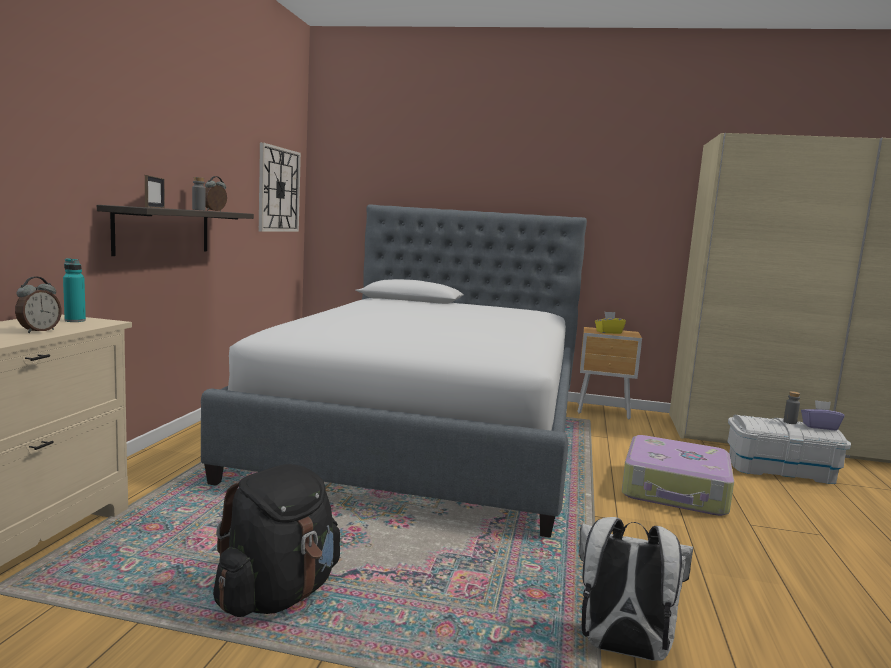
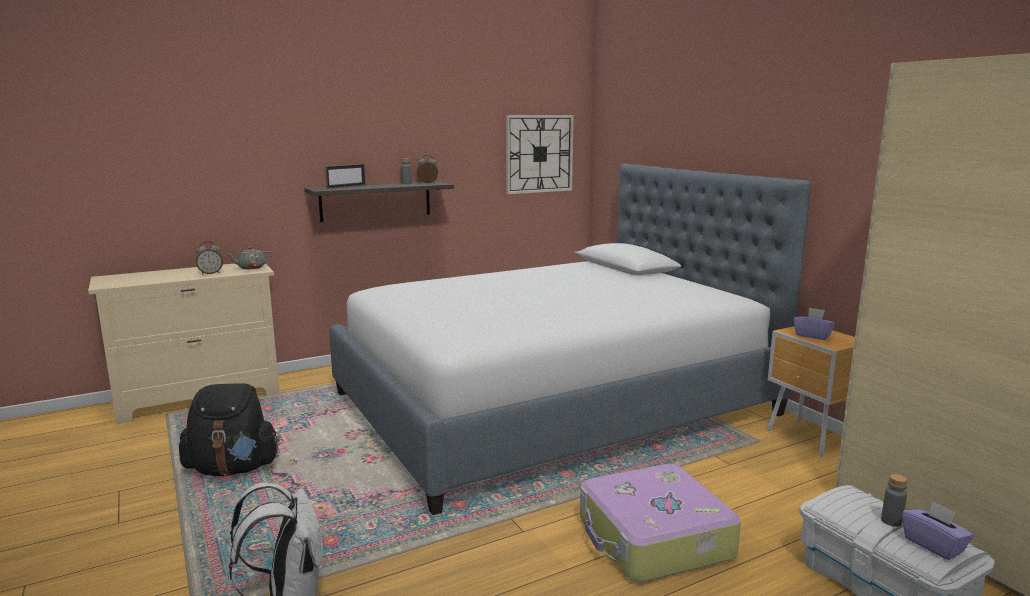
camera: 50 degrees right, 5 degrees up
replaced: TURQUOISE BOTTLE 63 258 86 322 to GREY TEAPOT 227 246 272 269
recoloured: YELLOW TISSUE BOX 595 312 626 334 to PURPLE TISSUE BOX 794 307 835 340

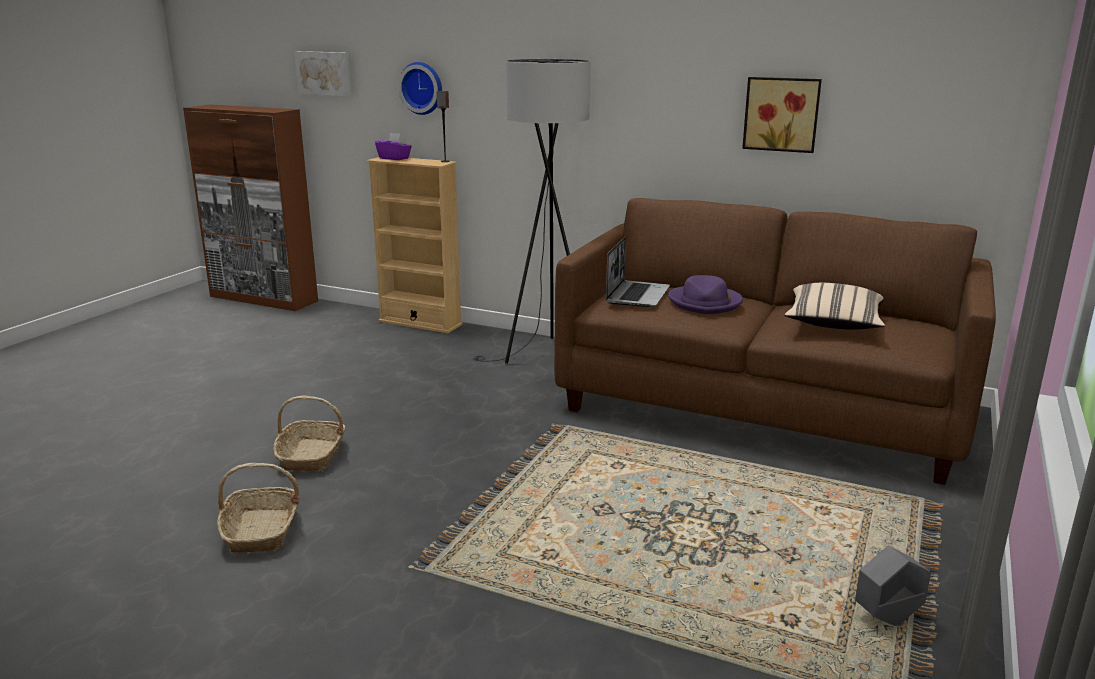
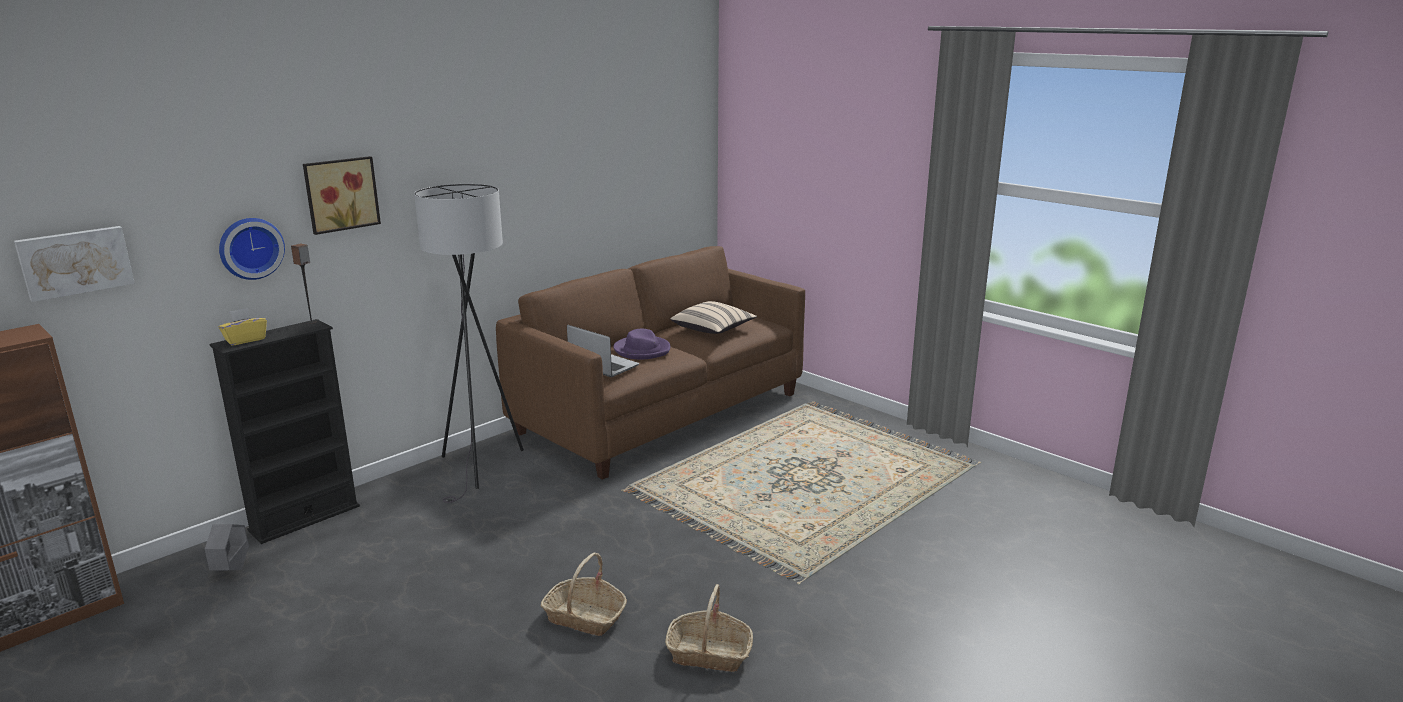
camera: 70 degrees left, 0 degrees up
moved: GREY PLANTER 855 545 931 626 to 205 524 249 571; PICTURE 742 77 822 153 to 303 156 381 235
recoloured: BEIGE BOOKCASE 367 157 463 333 to BLACK BOOKCASE 209 319 360 544; PURPLE TISSUE BOX 375 133 412 160 to YELLOW TISSUE BOX 218 308 267 346

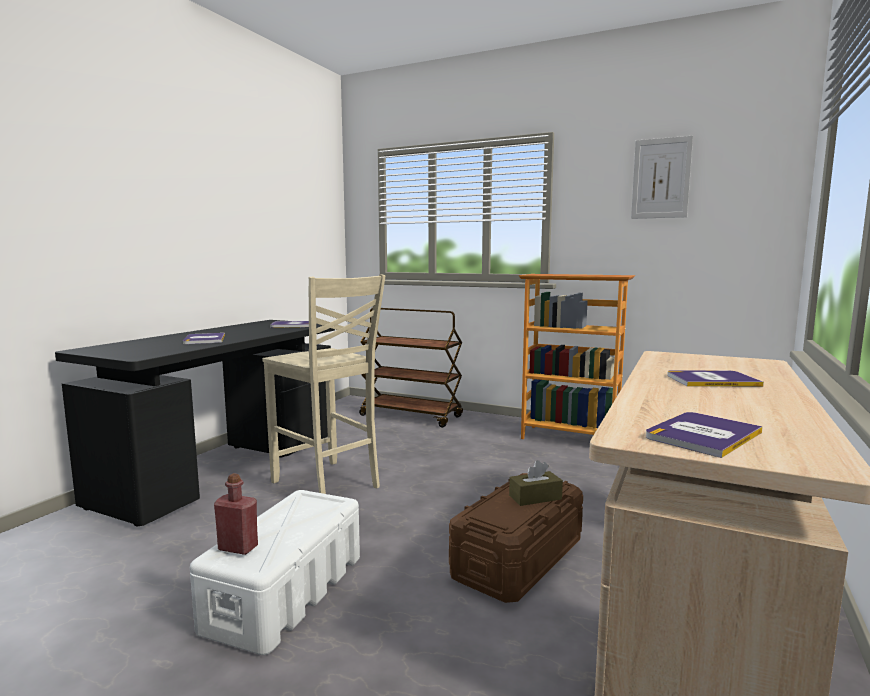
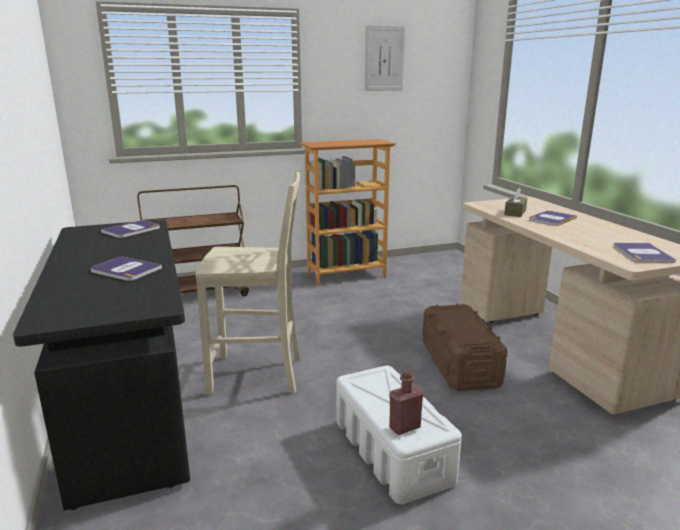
camera: 45 degrees left, 10 degrees up
moved: BROWN TISSUE BOX 509 460 563 506 to 504 187 527 217

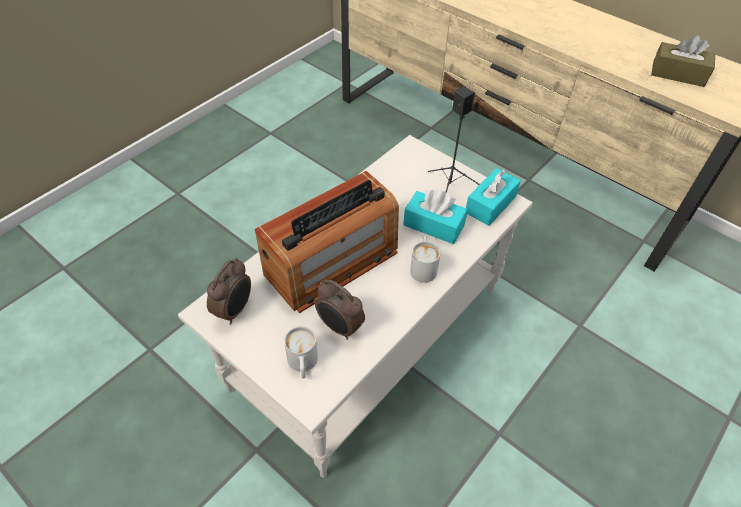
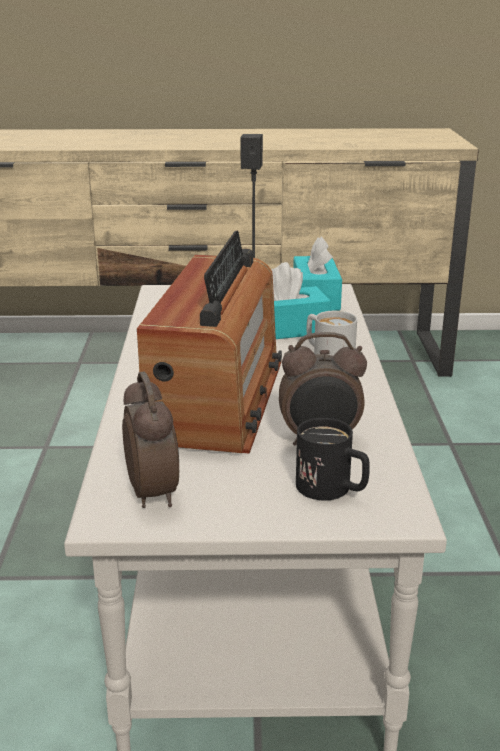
camera: 40 degrees left, 25 degrees down
removed: BROWN TISSUE BOX 651 35 715 87
recoloured: WHITE MUG 284 326 318 378 to BLACK MUG 296 418 370 501

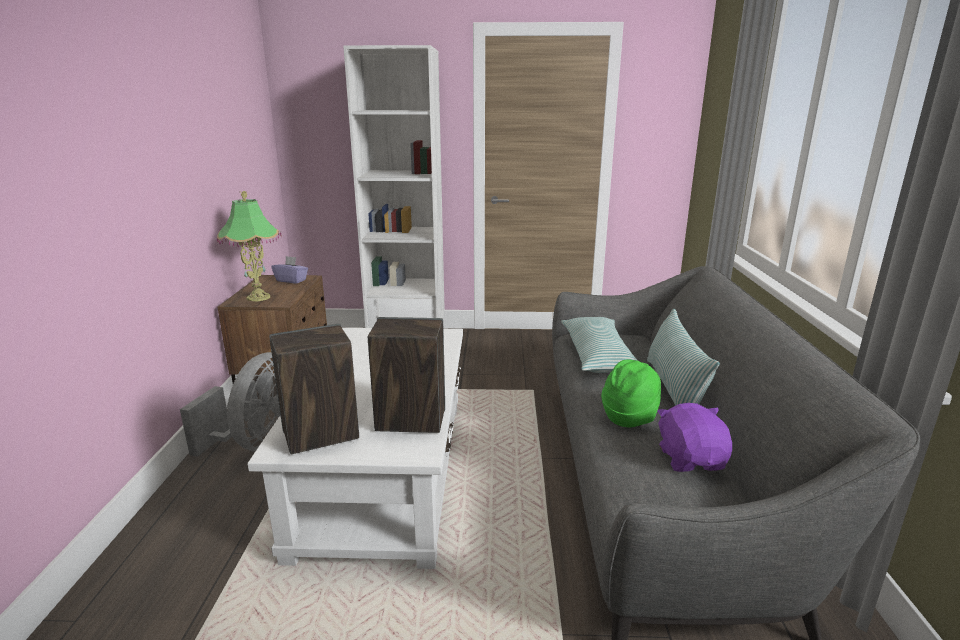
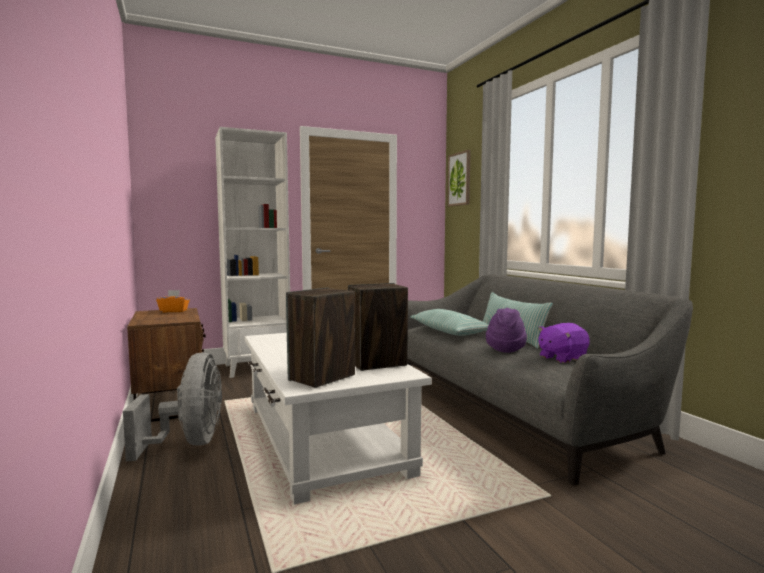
camera: 25 degrees left, 15 degrees down
removed: TABLE LAMP 217 191 282 301
added: PICTURE 447 150 471 206
recoloured: PURPLE TISSUE BOX 271 256 308 284 to ORANGE TISSUE BOX 156 290 190 312; GREEN HAT 601 359 661 427 to PURPLE HAT 486 308 527 353
turned: PURPLE PLUSH TOY 657 403 732 472 = 538 323 590 363 90 degrees counterclockwise

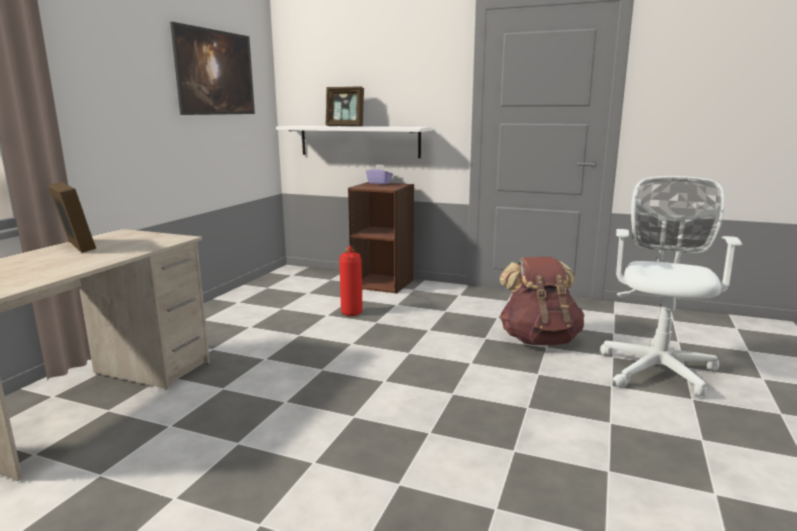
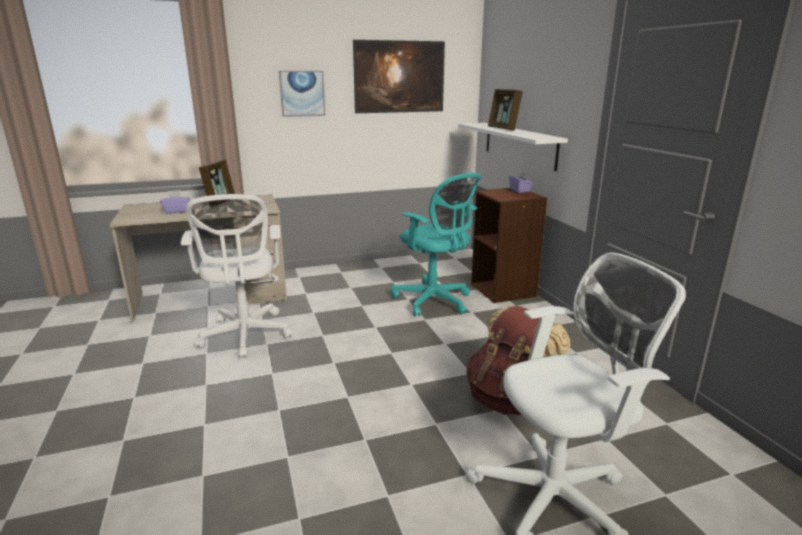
camera: 50 degrees right, 5 degrees up
added: PURPLE TISSUE BOX 160 190 190 214; WHITE OFFICE CHAIR 181 194 292 358; PICTURE 279 71 325 117
replaced: FIRE EXTINGUISHER 339 246 363 316 to TURQUOISE OFFICE CHAIR 391 173 481 316

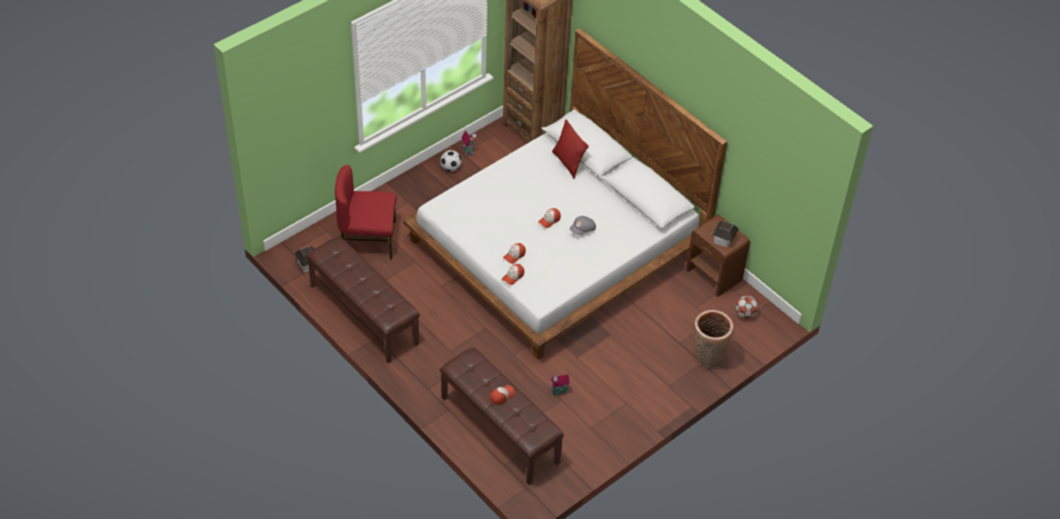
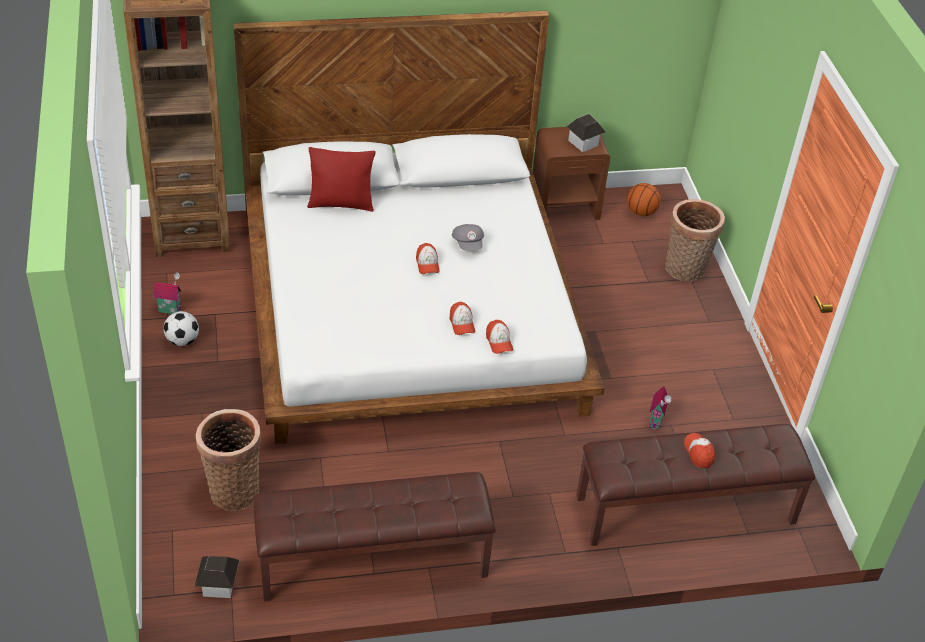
camera: 60 degrees left, 5 degrees down
replaced: RED CHAIR 335 165 397 260 to BASKET 196 409 262 511; FOOTBALL 735 296 758 319 to BASKETBALL 627 183 661 216

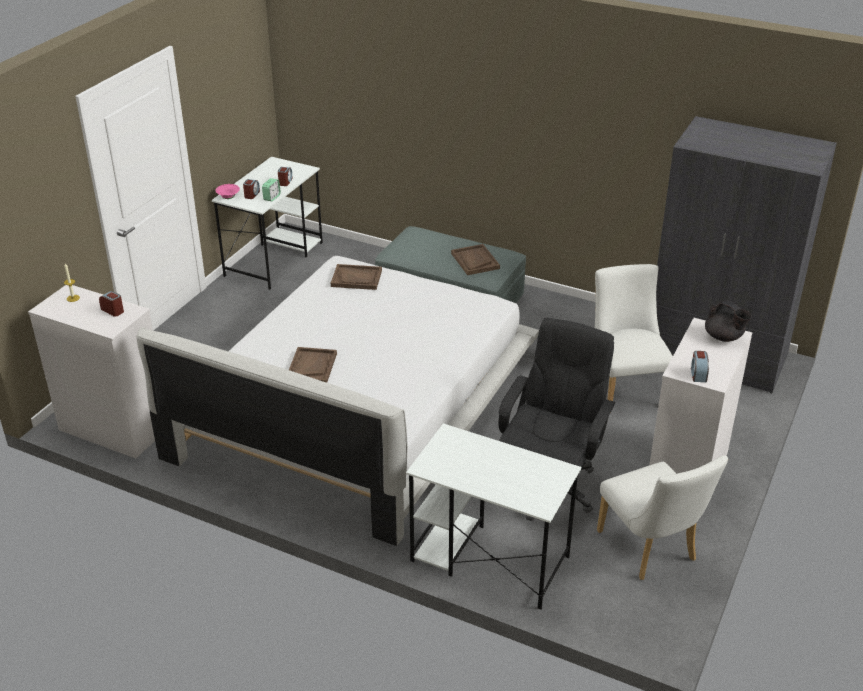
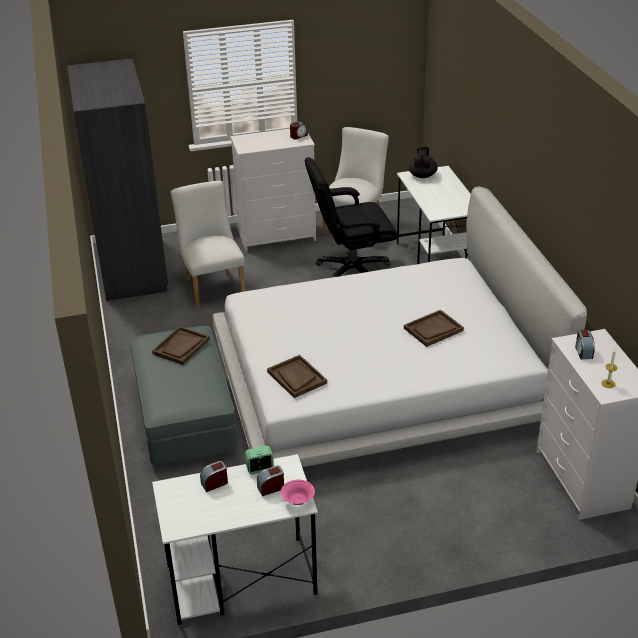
camera: 130 degrees left, 0 degrees up
moved: BLACK TEAPOT 705 300 752 342 to 409 147 438 178
turned: WHITE CHAIR 595 264 673 401 = 171 181 245 308 120 degrees clockwise

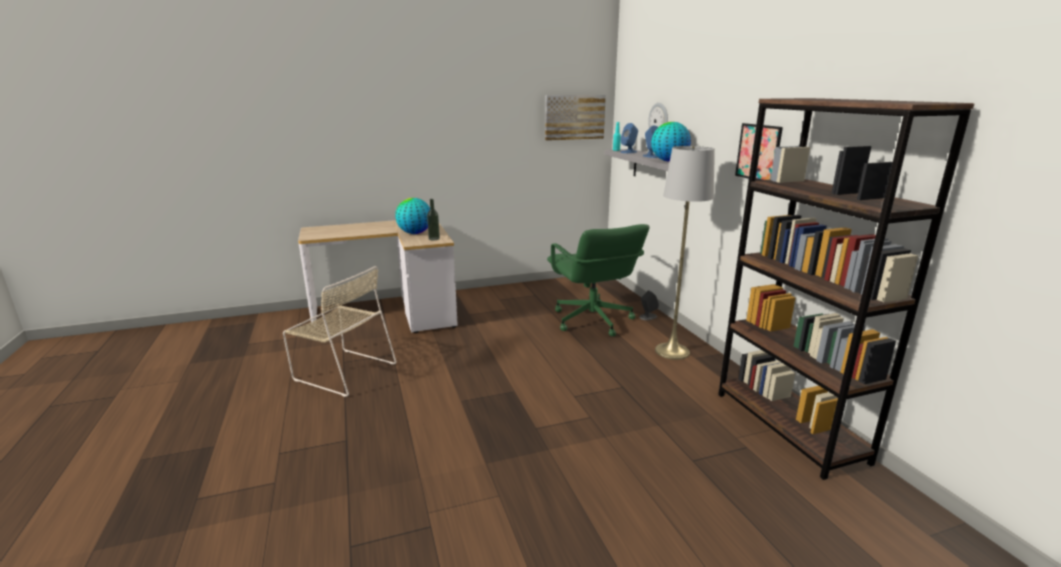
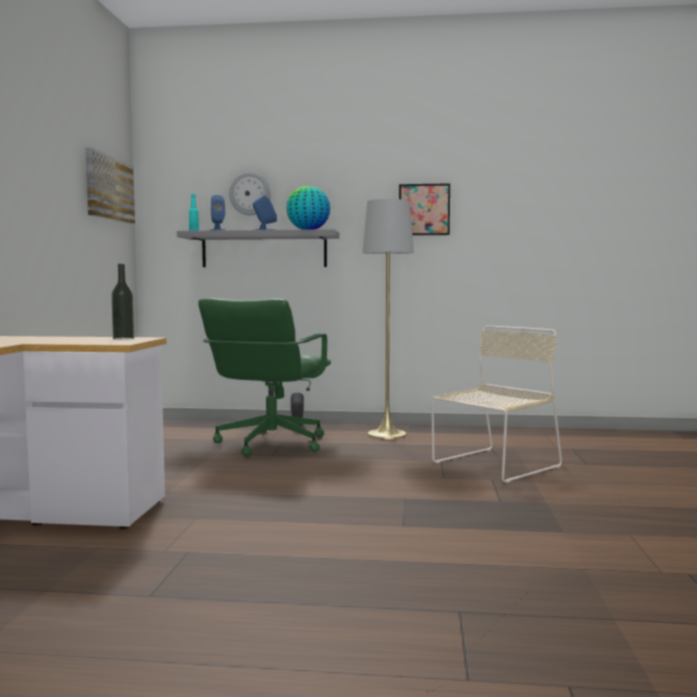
camera: 65 degrees left, 15 degrees down
removed: GLOBE 395 198 430 234; BROWN BOOKCASE 718 98 975 480
moved: BEIGE CHAIR 283 266 397 397 to 431 326 562 483
turned: GREEN OFFICE CHAIR 547 224 649 336 = 198 298 331 457 105 degrees clockwise

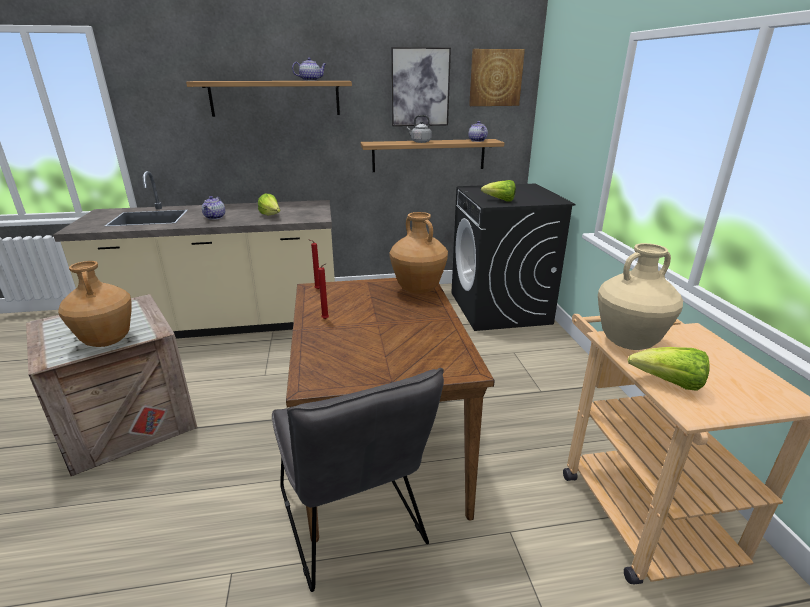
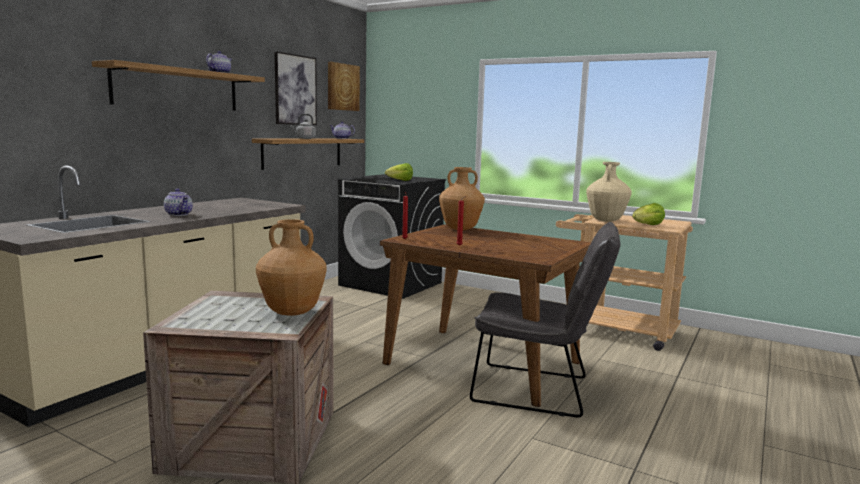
camera: 50 degrees left, 15 degrees down
removed: LETTUCE 258 194 281 215

